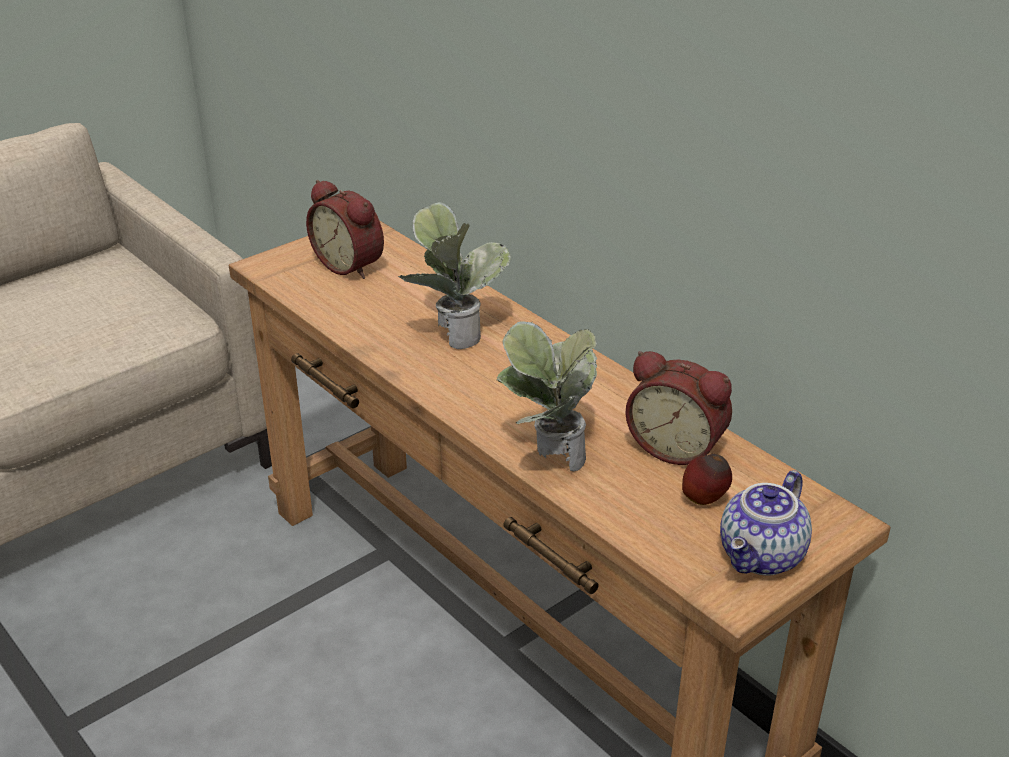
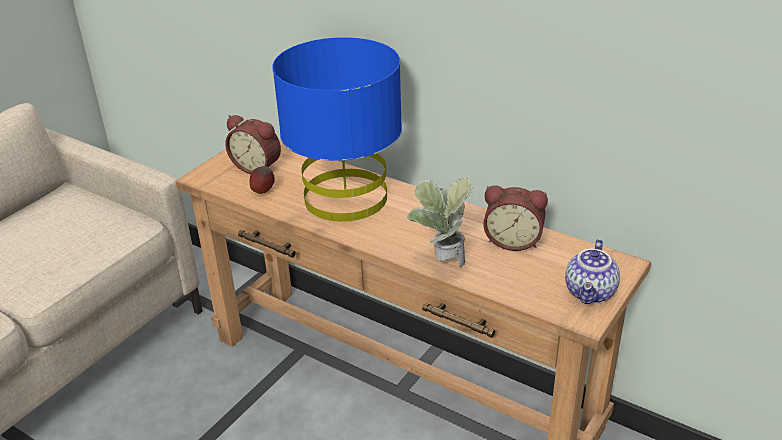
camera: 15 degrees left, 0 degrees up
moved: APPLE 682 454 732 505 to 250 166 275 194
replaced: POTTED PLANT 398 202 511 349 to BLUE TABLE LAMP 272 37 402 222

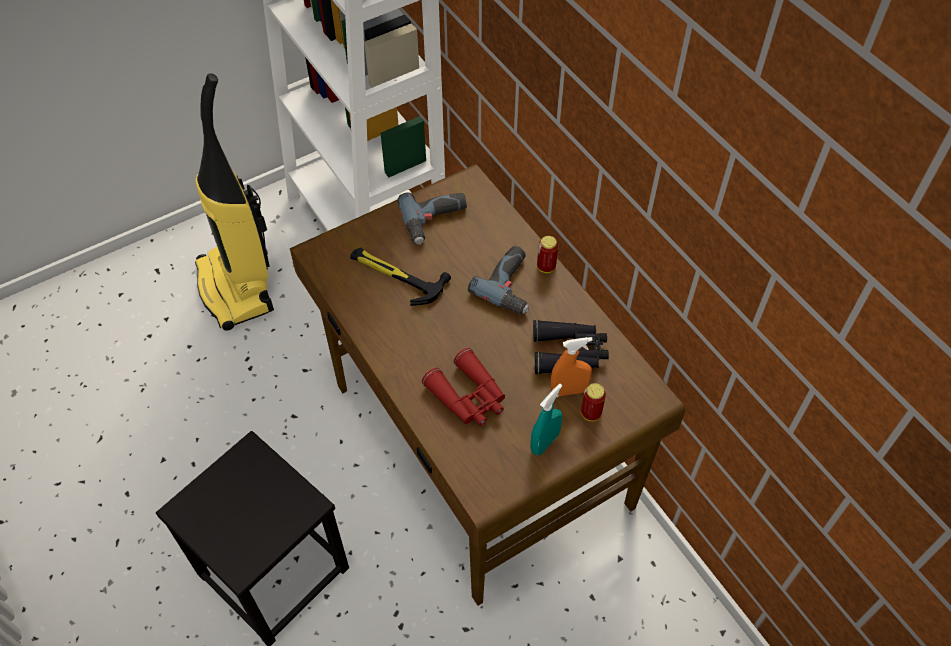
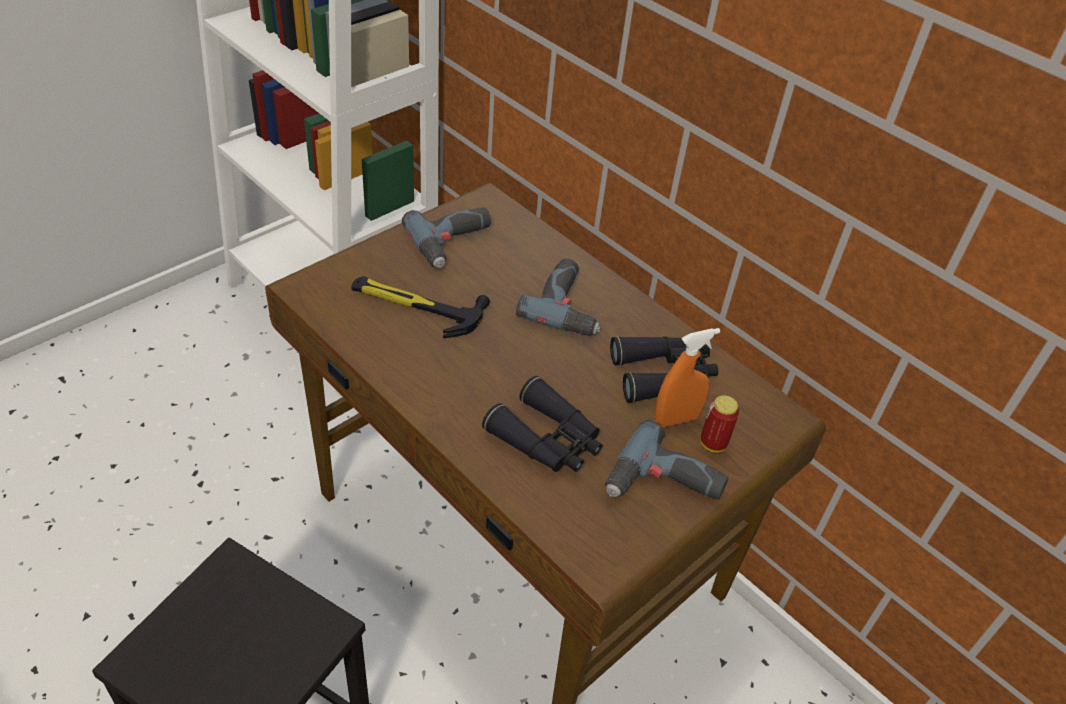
camera: 15 degrees left, 10 degrees down
removed: VACUUM CLEANER 195 74 274 331; CAN 537 236 558 273
replaced: TURQUOISE SPRAY BOTTLE 530 384 562 455 to POWER DRILL 605 420 729 500
recoloured: RED BINOCULARS 422 348 505 426 to BLACK BINOCULARS 482 376 602 472

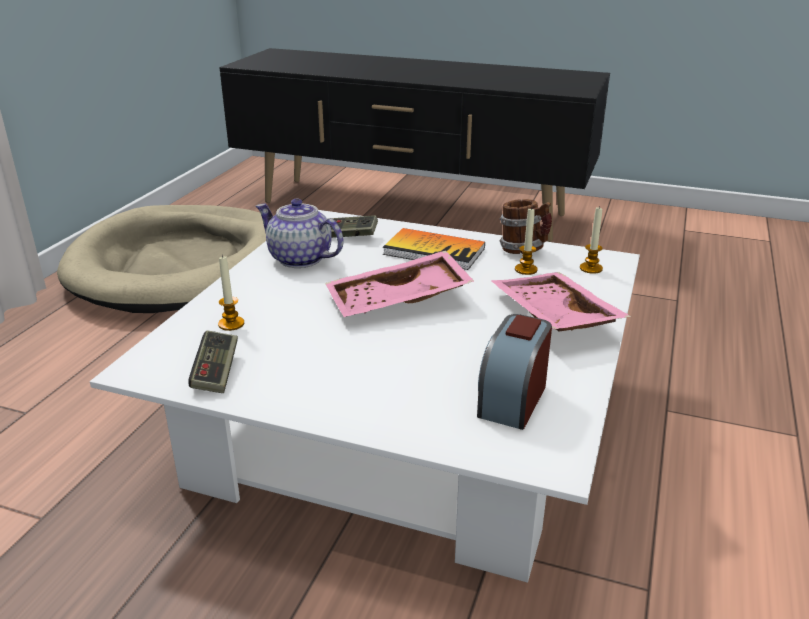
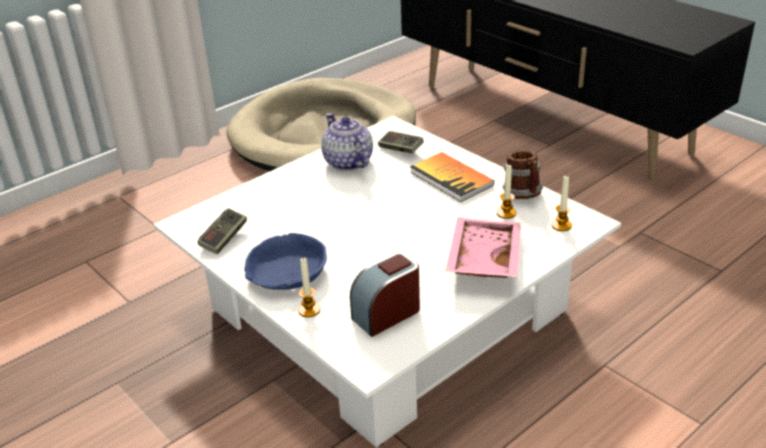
camera: 30 degrees right, 5 degrees up
removed: PINK TRAY 325 250 474 317
added: BLUE BOWL 244 233 327 290
moved: CANDLE 218 255 244 331 to 298 258 320 317

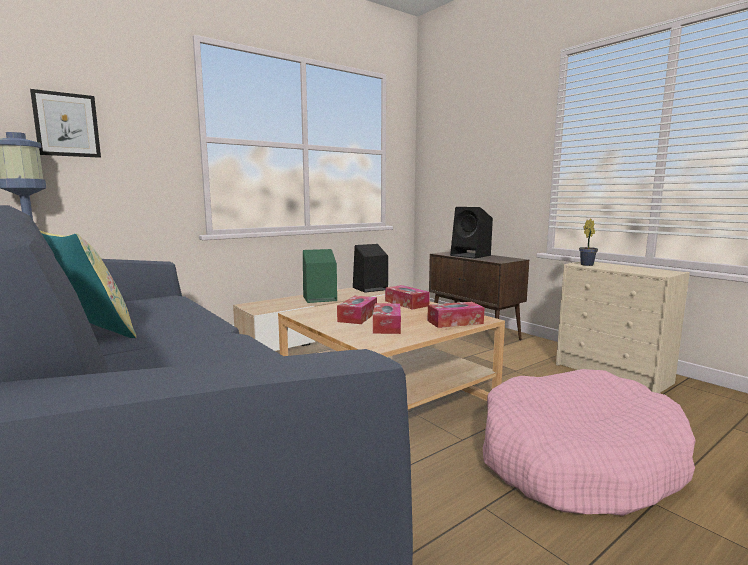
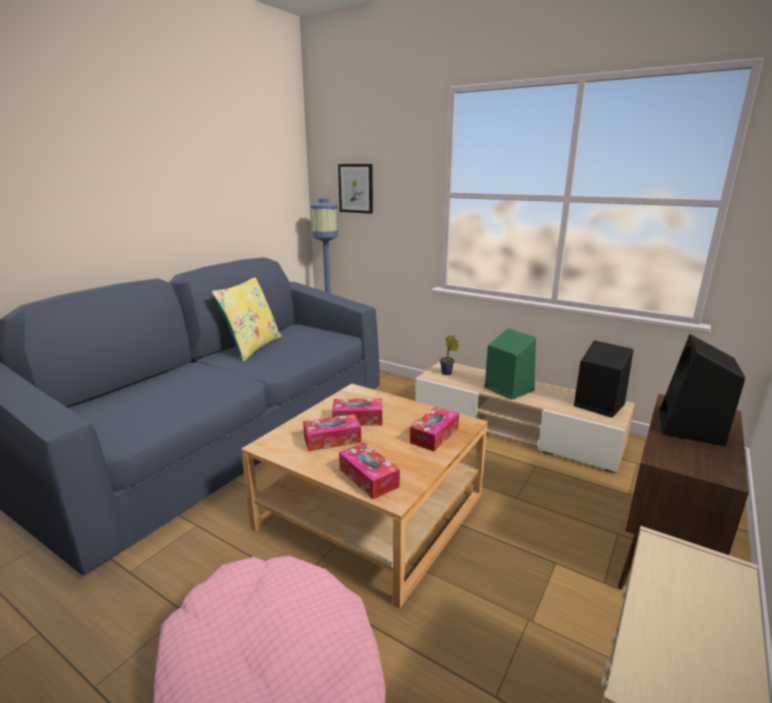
camera: 70 degrees right, 10 degrees up
moved: POTTED PLANT 579 218 598 266 to 440 335 459 375

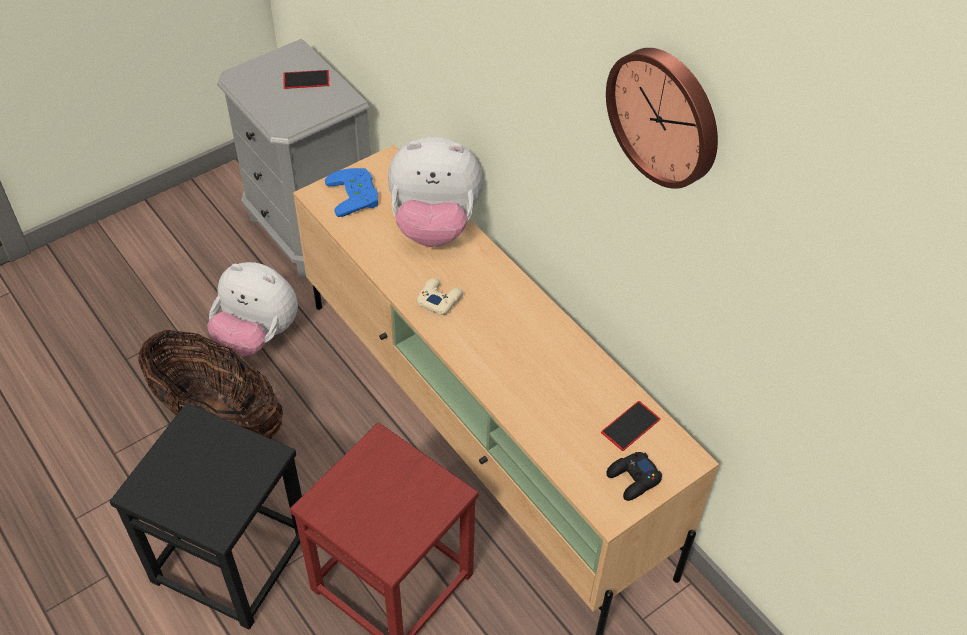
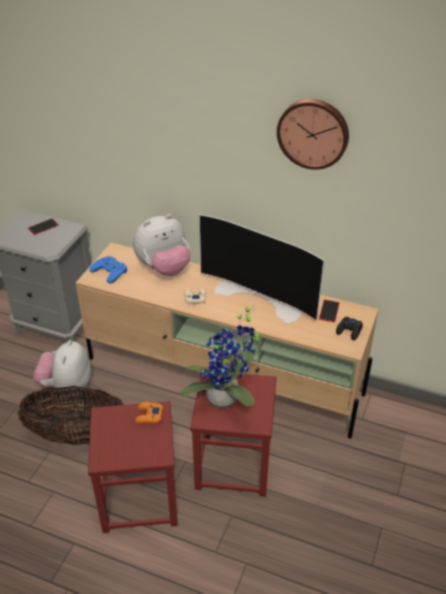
camera: 30 degrees left, 10 degrees down
added: ORANGE GAME CONTROLLER 135 402 163 424; POTTED PLANT 181 304 259 409; TELEVISION 199 214 324 324
recoloured: BLACK STOOL 110 403 302 630 to RED STOOL 88 401 178 533
turned: PLUSH TOY 207 262 298 356 = 33 340 91 395 105 degrees clockwise

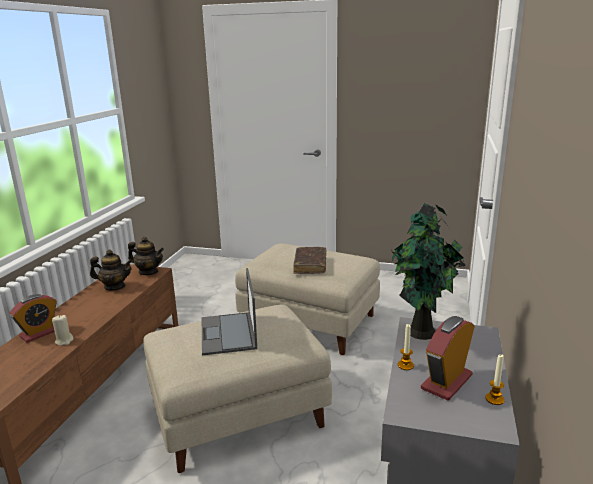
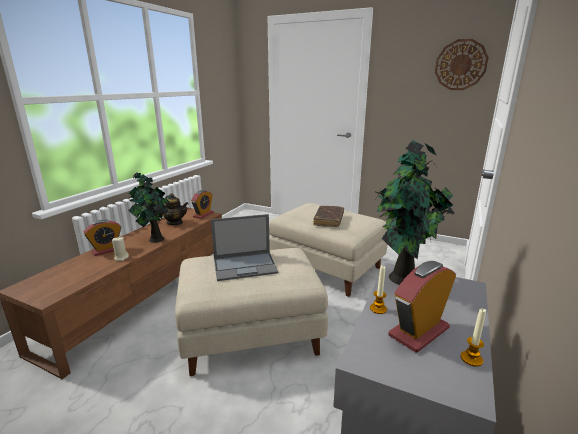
camera: 10 degrees right, 0 degrees up
added: POTTED PLANT 128 172 173 243; WALL CLOCK 435 39 489 90
replaced: TEAPOT 128 237 164 275 to ALARM CLOCK 191 190 214 219
turned: LAPTOP 202 268 257 355 = 211 214 278 281 105 degrees counterclockwise

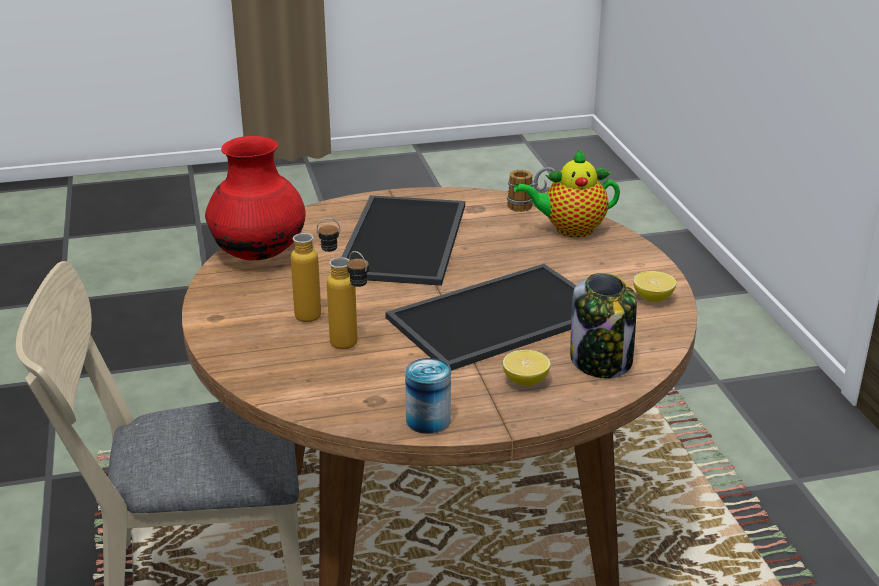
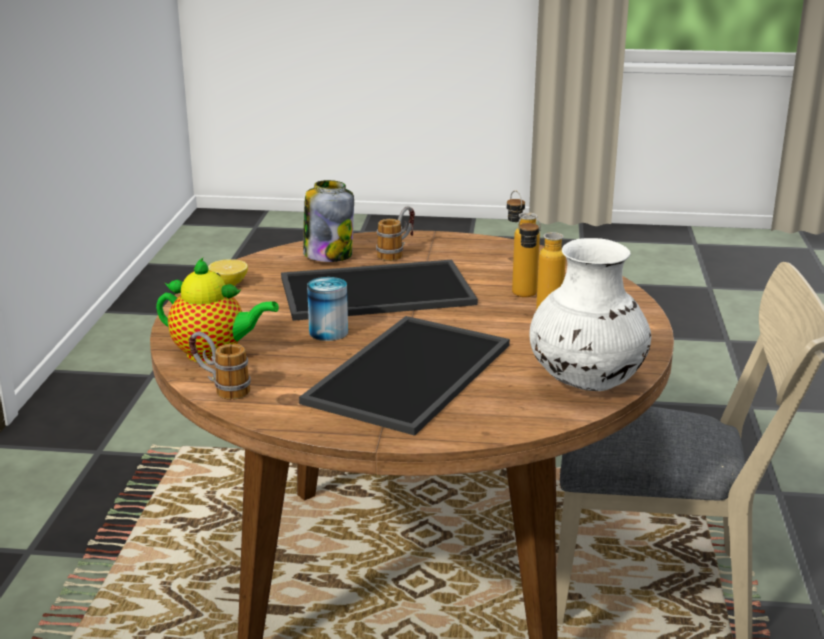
camera: 160 degrees left, 5 degrees down
moved: CAN 405 358 451 434 to 307 277 348 341
replaced: LEMON 502 350 550 386 to MUG 376 206 415 261
recoloured: RED VASE 205 136 306 260 to WHITE VASE 530 238 651 391

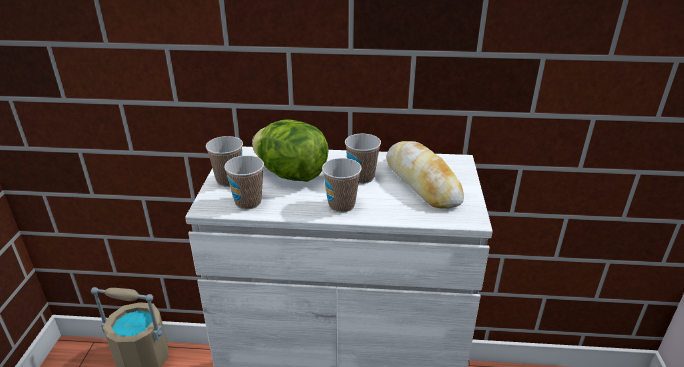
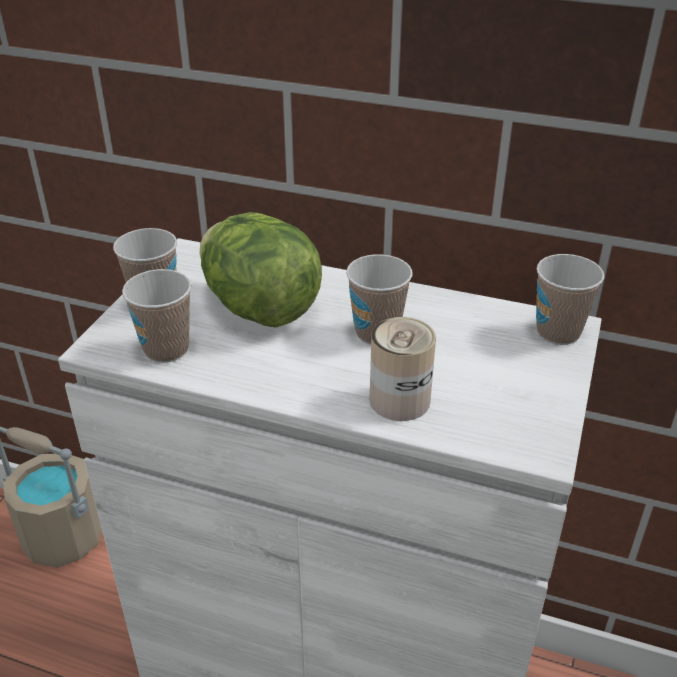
camera: 15 degrees right, 5 degrees up
removed: BREAD 387 141 464 209
added: CAN 370 317 436 421
moved: CUP 322 158 362 213 to 536 254 604 345

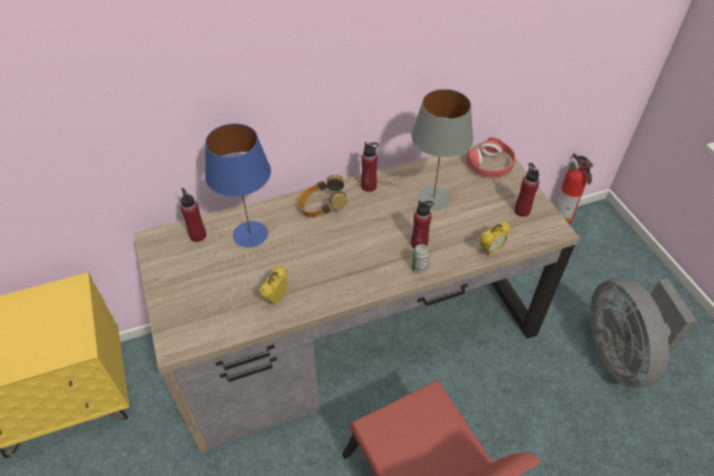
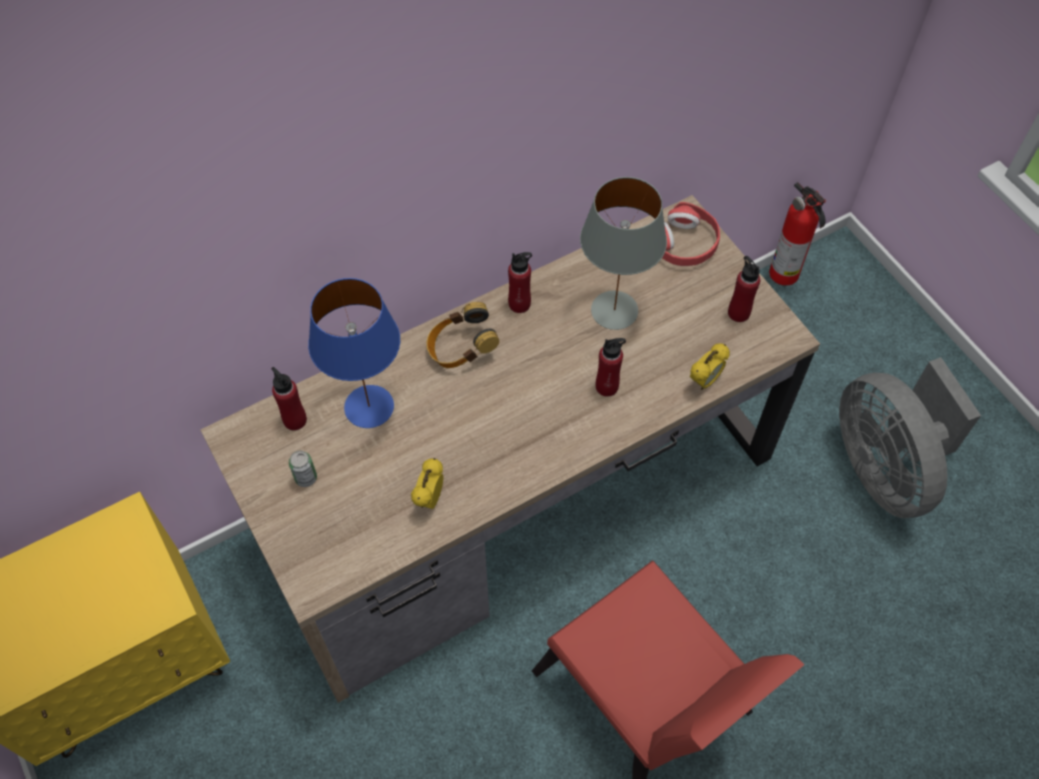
camera: 10 degrees left, 10 degrees up
moved: CAN 412 244 430 274 to 289 451 317 487

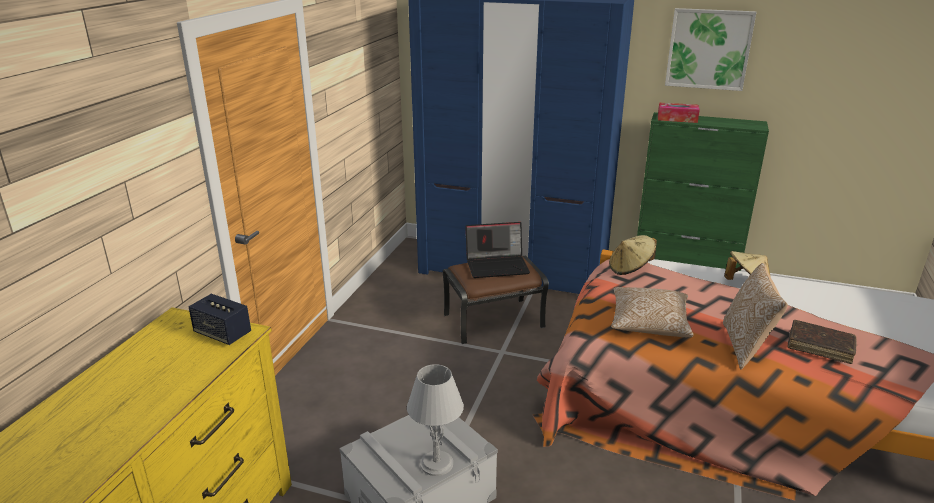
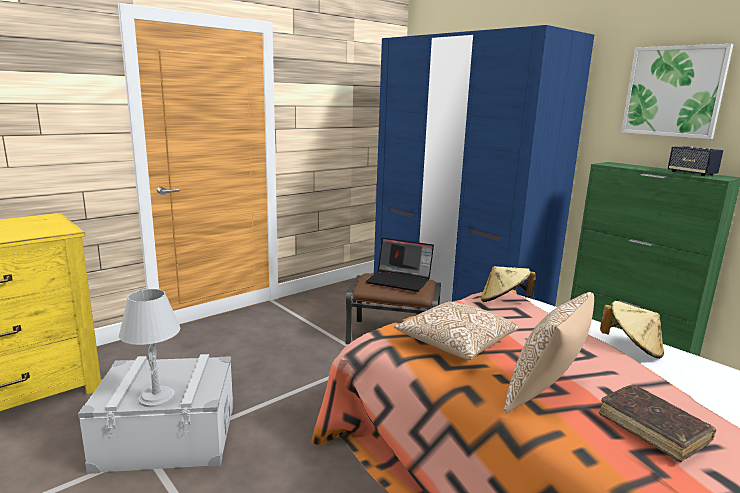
camera: 30 degrees right, 10 degrees down
removed: TISSUE BOX 658 103 700 123
moved: SPEAKER 188 294 251 345 to 668 146 723 176

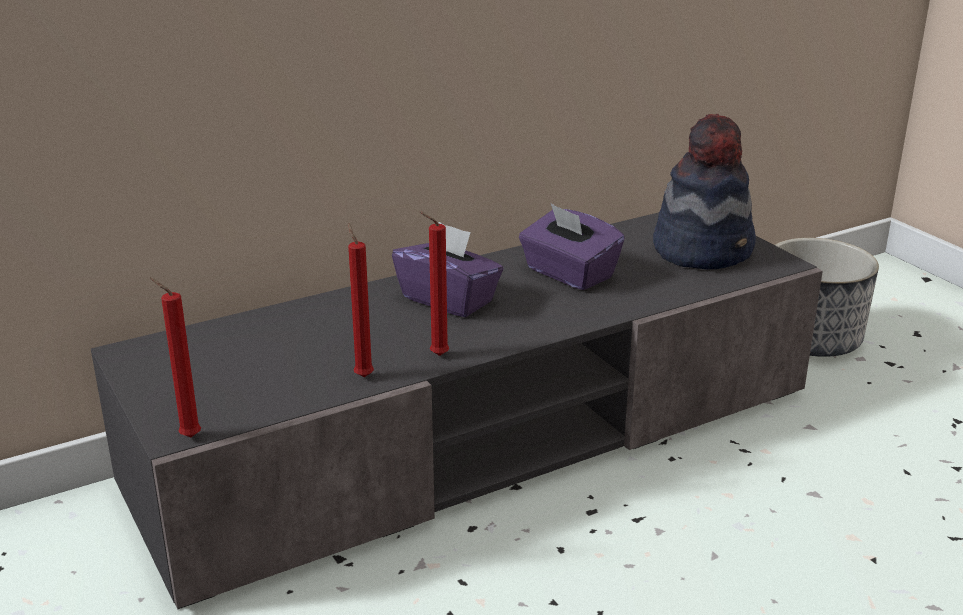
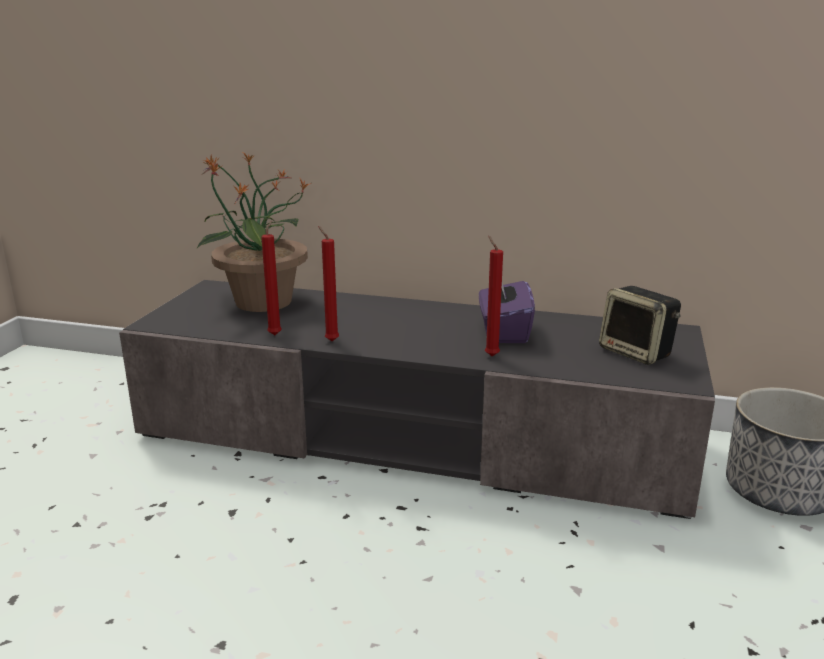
camera: 45 degrees right, 5 degrees down
removed: PURPLE TISSUE BOX 392 222 504 317
added: POTTED PLANT 196 153 311 312
moved: RED CANDLE 150 278 201 437 to 485 236 503 356
replaced: HAT 653 114 756 269 to SPEAKER 599 286 681 365

